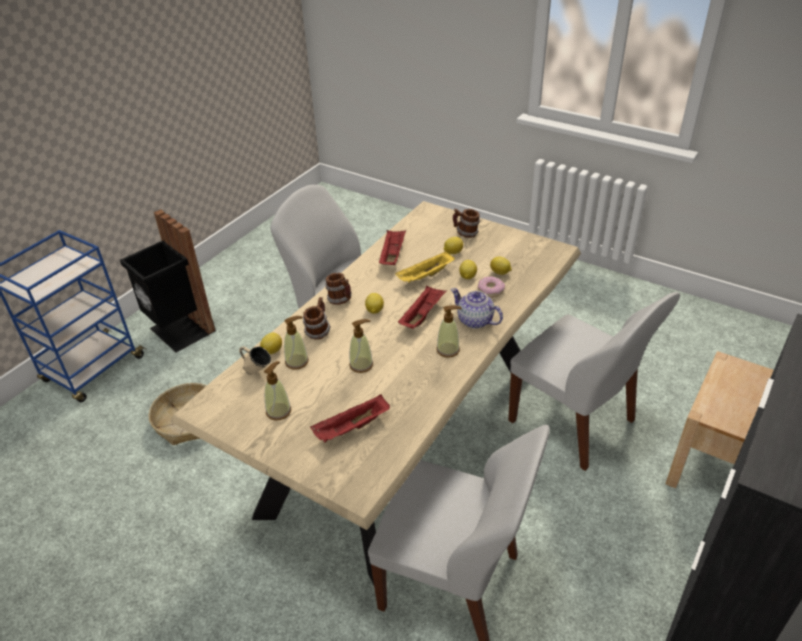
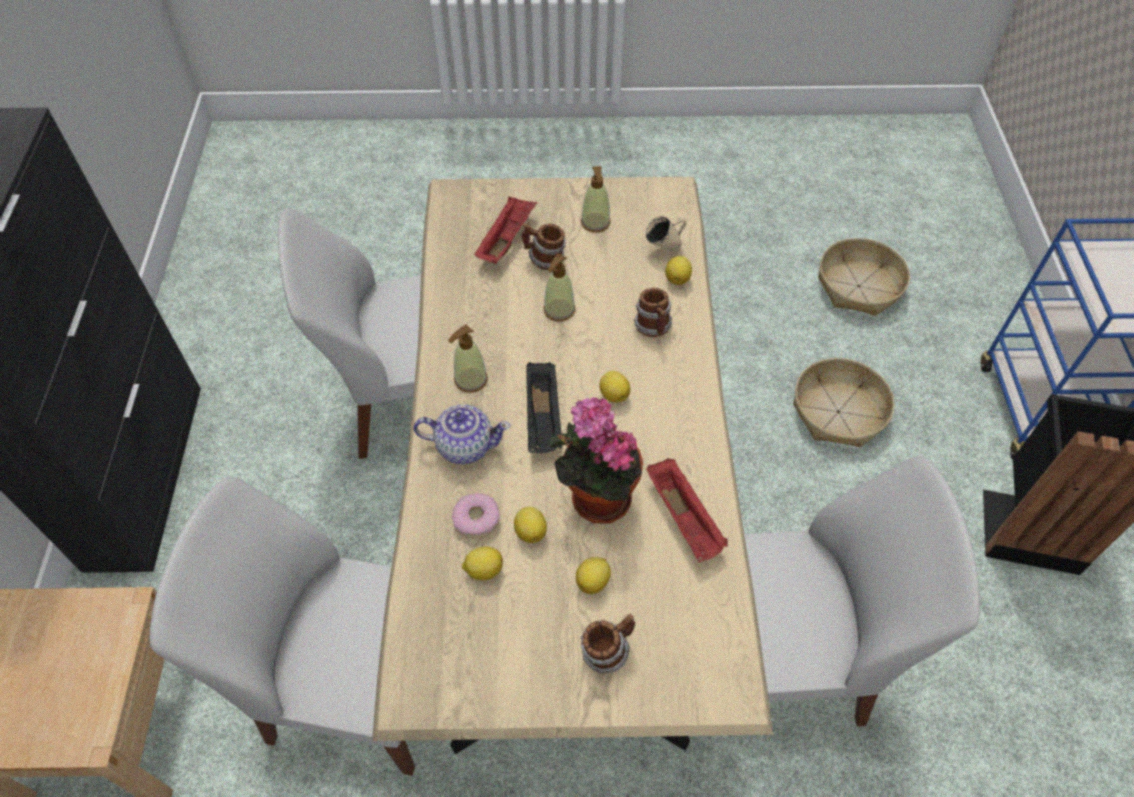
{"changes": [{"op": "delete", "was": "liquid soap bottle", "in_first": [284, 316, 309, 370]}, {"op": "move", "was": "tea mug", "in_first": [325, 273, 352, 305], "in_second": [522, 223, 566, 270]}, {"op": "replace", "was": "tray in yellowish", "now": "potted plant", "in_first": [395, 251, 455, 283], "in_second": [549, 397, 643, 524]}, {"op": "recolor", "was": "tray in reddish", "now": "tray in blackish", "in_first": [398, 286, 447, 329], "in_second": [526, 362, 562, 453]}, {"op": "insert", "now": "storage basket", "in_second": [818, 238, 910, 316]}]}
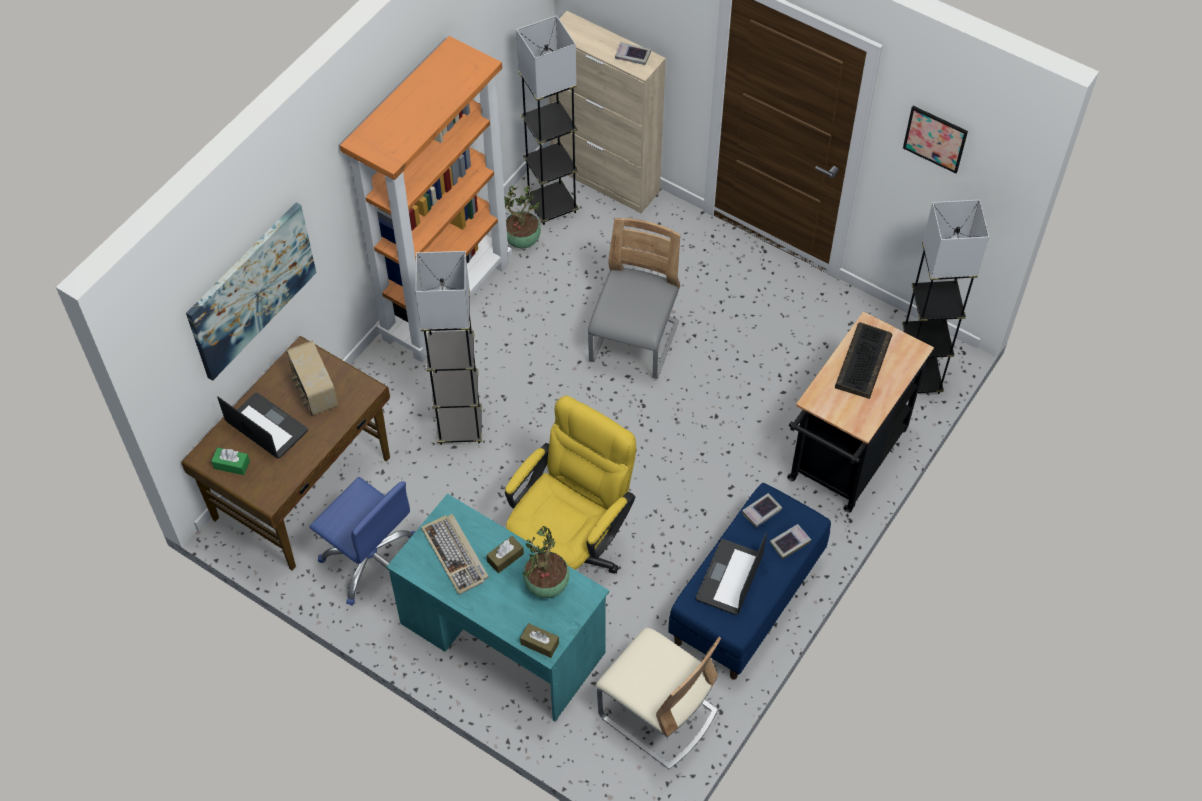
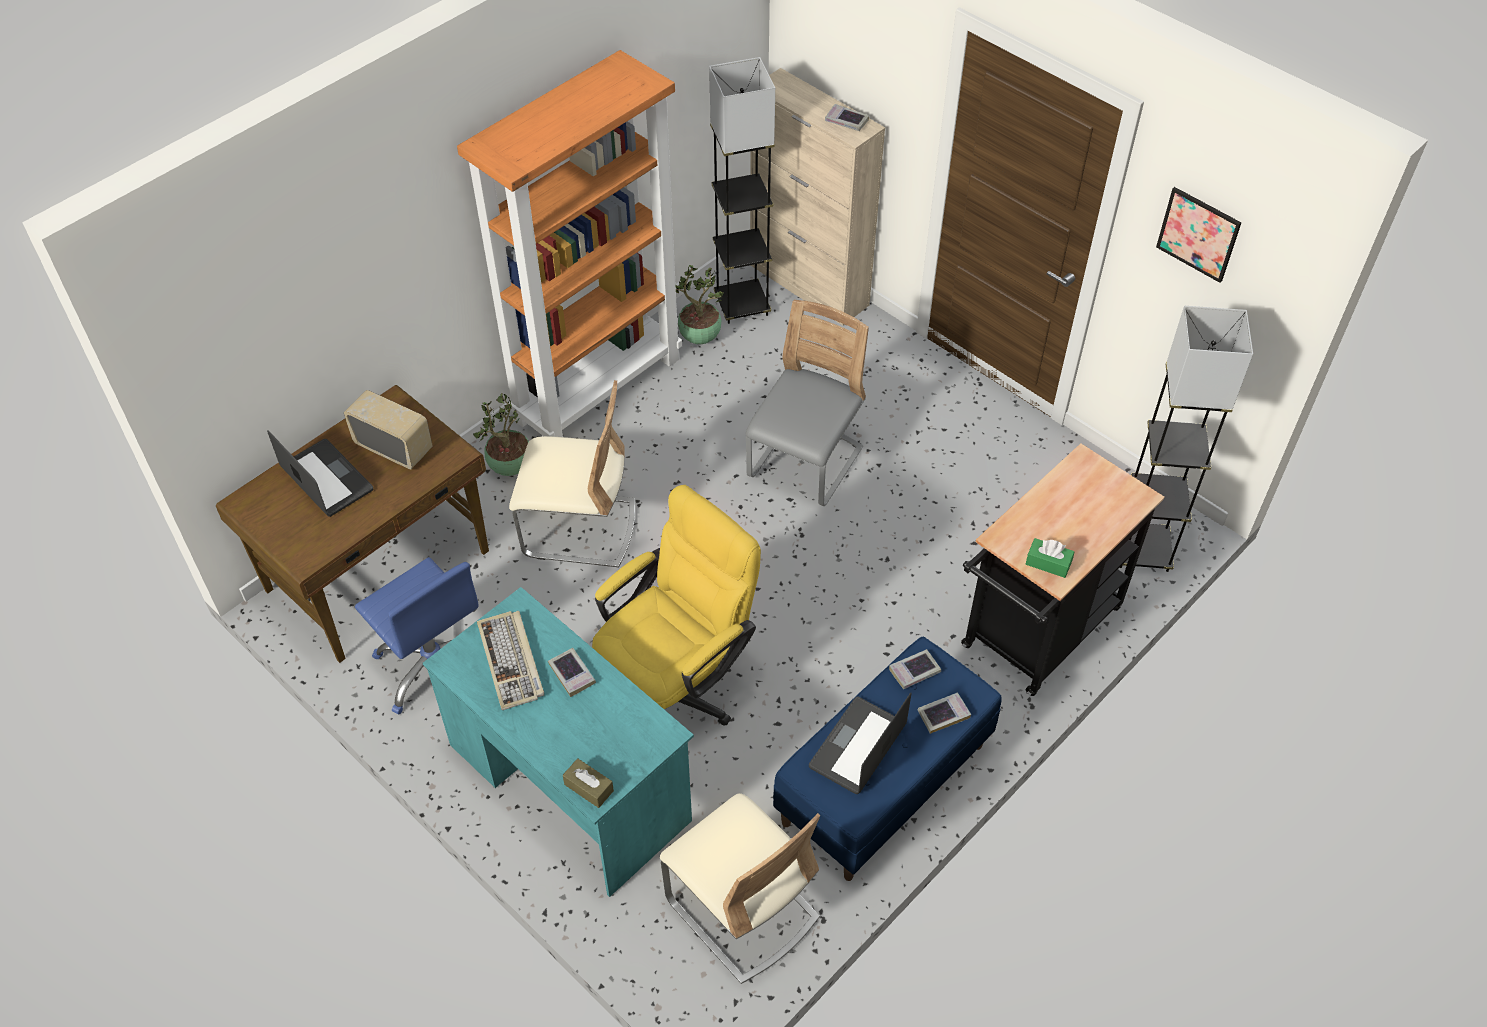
{"changes": [{"op": "delete", "was": "wall picture", "in_first": [186, 202, 316, 381]}, {"op": "move", "was": "box of tissues in greenish", "in_first": [211, 447, 250, 475], "in_second": [1026, 538, 1074, 578]}, {"op": "rotate", "was": "radio set", "in_first": [286, 340, 338, 416], "in_second": [344, 390, 433, 469], "clockwise": 135}, {"op": "replace", "was": "standing lamp in grey", "now": "plain chair in sand-coloured", "in_first": [415, 251, 482, 445], "in_second": [509, 380, 635, 567]}, {"op": "replace", "was": "box of tissues in brown-coloured", "now": "book", "in_first": [487, 536, 524, 573], "in_second": [548, 648, 596, 697]}, {"op": "move", "was": "potted plant", "in_first": [523, 526, 569, 598], "in_second": [473, 393, 529, 476]}, {"op": "delete", "was": "PC keyboard", "in_first": [835, 322, 892, 399]}]}
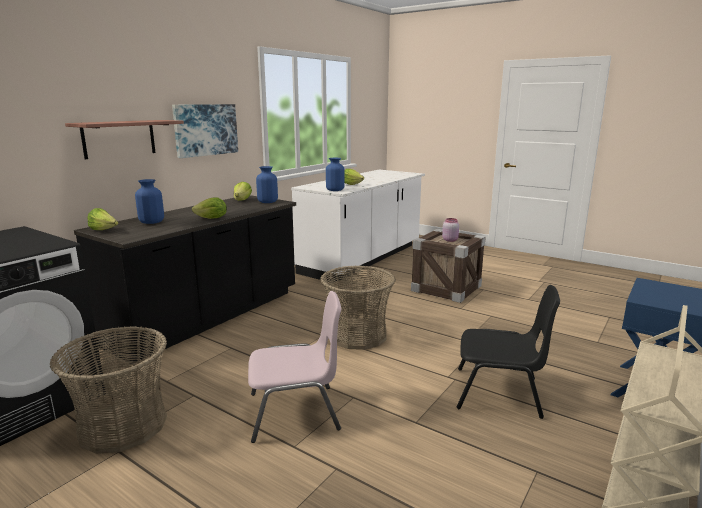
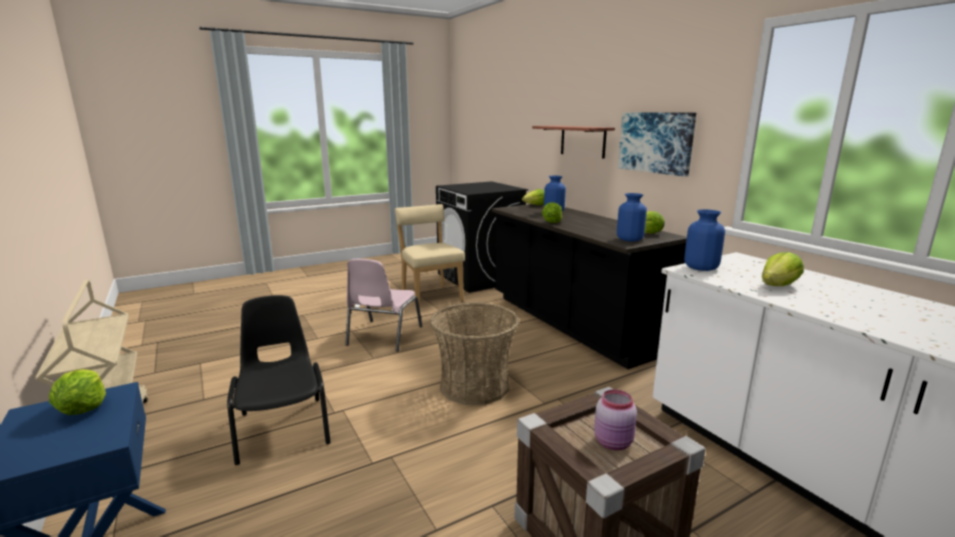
{"changes": [{"op": "replace", "was": "storage basket", "now": "plain chair in sand-coloured", "in_first": [50, 326, 167, 454], "in_second": [395, 204, 465, 308]}, {"op": "rotate", "was": "plain chair in blackish", "in_first": [457, 285, 560, 419], "in_second": [227, 295, 331, 465], "clockwise": 120}, {"op": "insert", "now": "lettuce", "in_second": [49, 369, 106, 415]}]}
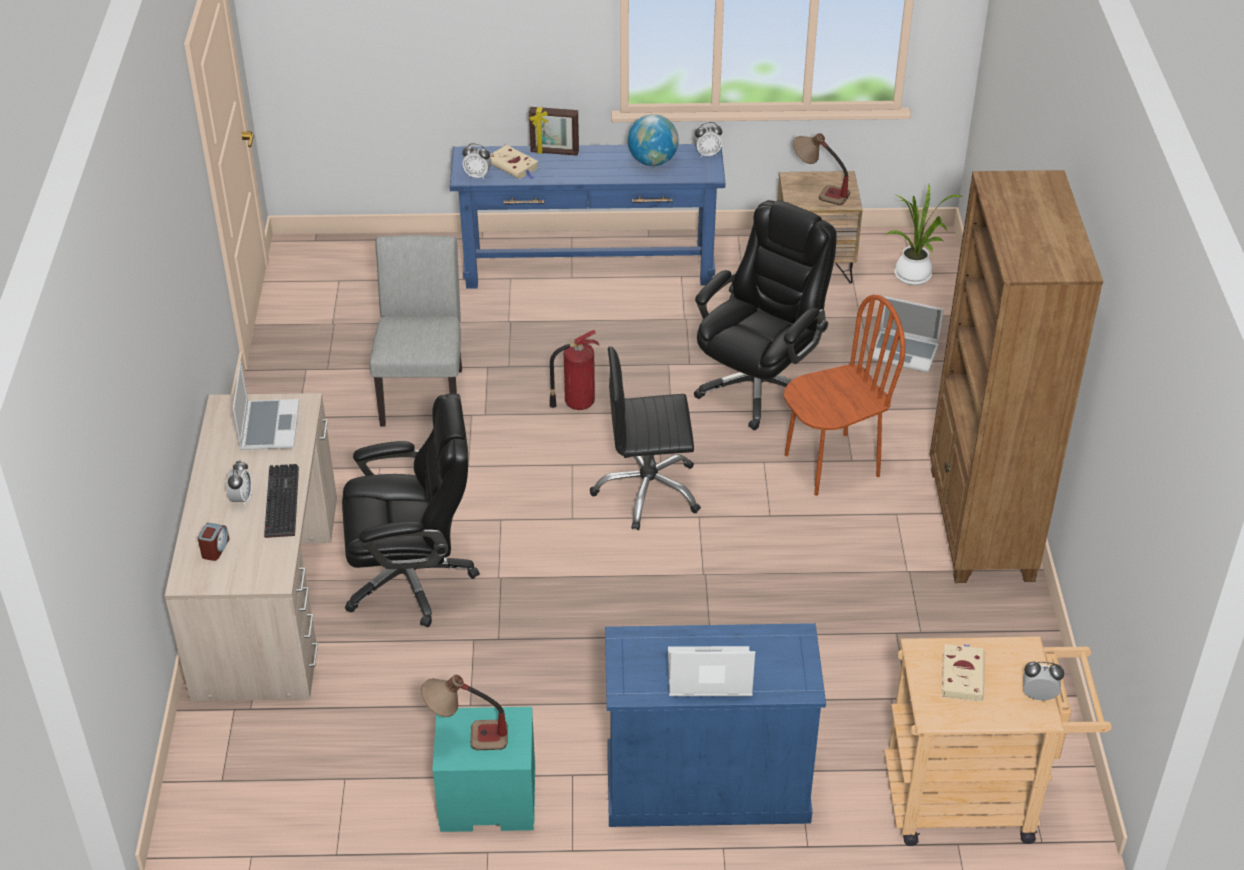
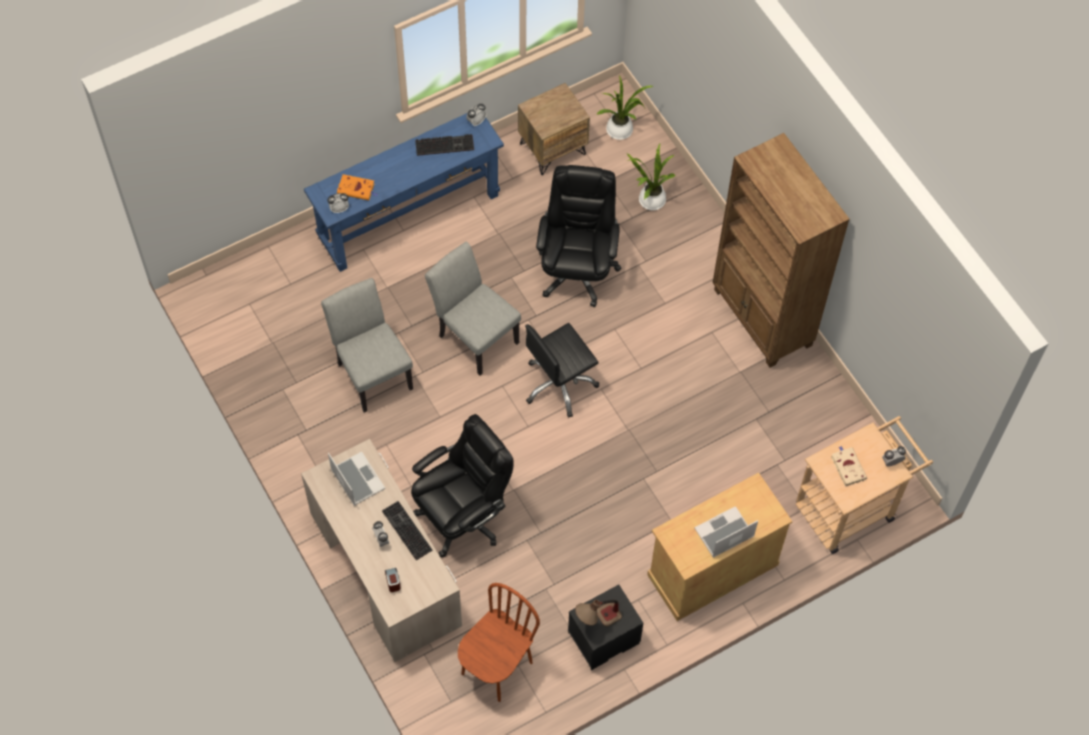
{"changes": [{"op": "recolor", "was": "nightstand in turquoise", "now": "nightstand in blackish", "in_first": [432, 707, 535, 832], "in_second": [568, 584, 643, 670]}, {"op": "recolor", "was": "book in sand-coloured", "now": "book in orangey", "in_first": [490, 145, 539, 179], "in_second": [337, 174, 378, 200]}, {"op": "delete", "was": "standing frame", "in_first": [529, 107, 579, 156]}, {"op": "replace", "was": "fire extinguisher", "now": "plain chair in grey", "in_first": [549, 330, 599, 410], "in_second": [425, 242, 521, 376]}, {"op": "recolor", "was": "cabinet in blue-coloured", "now": "cabinet in sand-coloured", "in_first": [605, 623, 826, 827], "in_second": [647, 473, 793, 621]}, {"op": "replace", "was": "globe", "now": "PC keyboard", "in_first": [628, 114, 679, 166], "in_second": [415, 134, 474, 156]}, {"op": "move", "was": "plain chair in brown-coloured", "in_first": [784, 295, 905, 496], "in_second": [458, 583, 540, 702]}, {"op": "delete", "was": "table lamp", "in_first": [793, 133, 850, 205]}, {"op": "replace", "was": "portable computer", "now": "potted plant", "in_first": [872, 296, 944, 372], "in_second": [627, 143, 676, 210]}]}
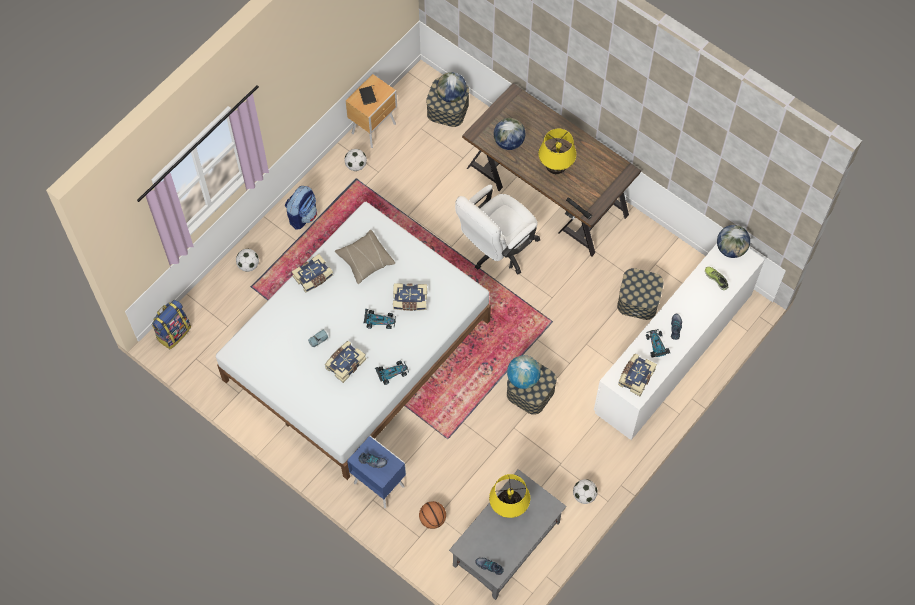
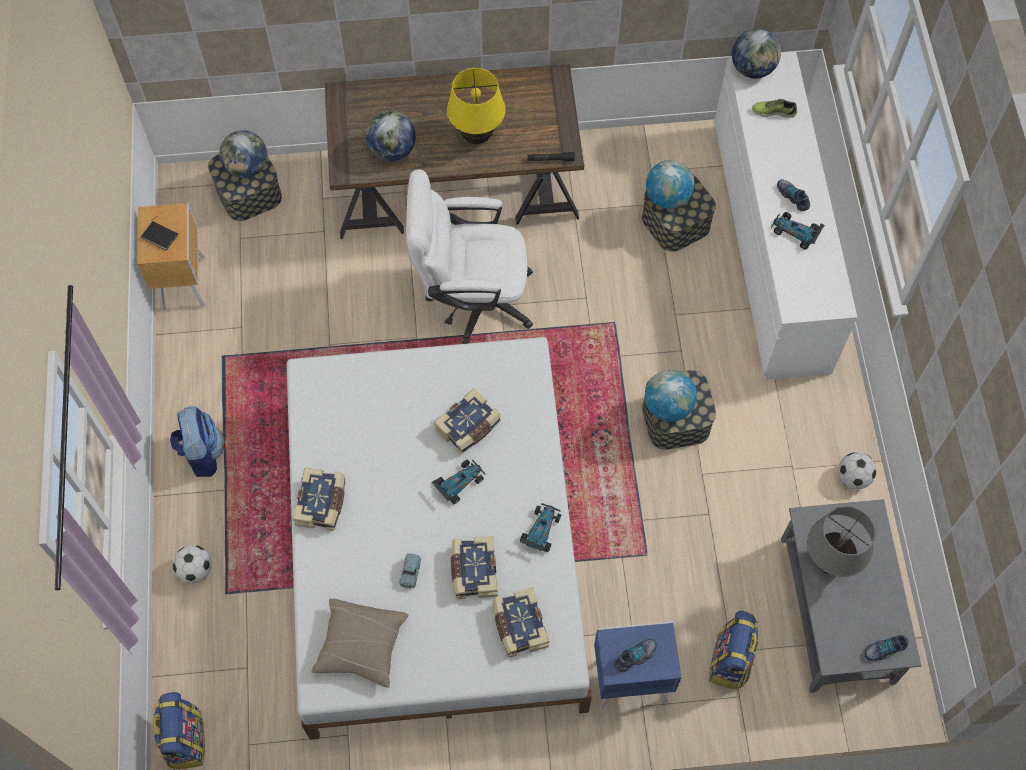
{"changes": [{"op": "move", "was": "cushion in sand-coloured", "in_first": [335, 230, 395, 284], "in_second": [311, 599, 408, 688]}, {"op": "delete", "was": "football ball", "in_first": [344, 149, 367, 171]}, {"op": "replace", "was": "ball for basketball", "now": "rucksack", "in_first": [419, 501, 446, 529], "in_second": [709, 611, 759, 690]}, {"op": "rotate", "was": "office chair in white-coloured", "in_first": [455, 184, 540, 275], "in_second": [406, 169, 533, 344], "clockwise": 90}, {"op": "recolor", "was": "table lamp in yellowish", "now": "table lamp in grey", "in_first": [489, 474, 530, 518], "in_second": [807, 506, 875, 577]}, {"op": "move", "was": "book", "in_first": [618, 354, 657, 396], "in_second": [493, 587, 549, 657]}, {"op": "insert", "now": "globe", "in_second": [646, 160, 694, 209]}]}
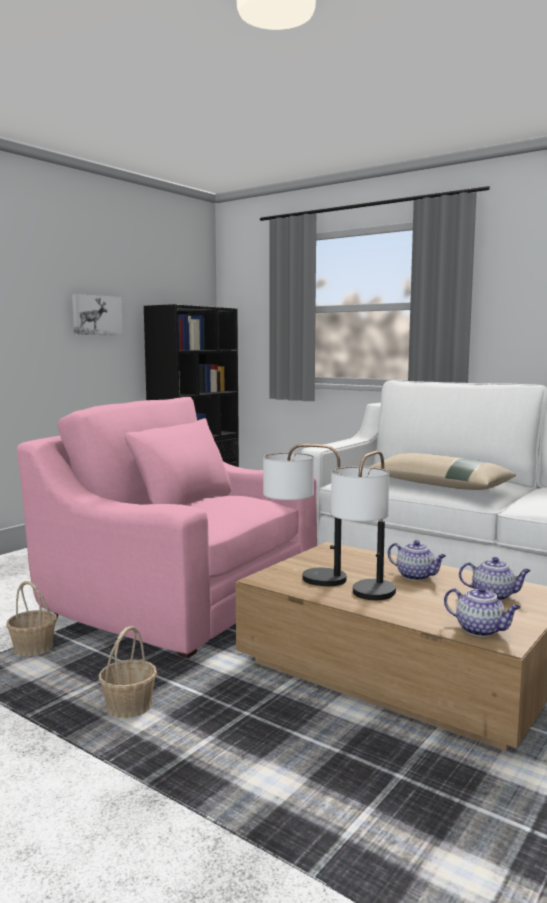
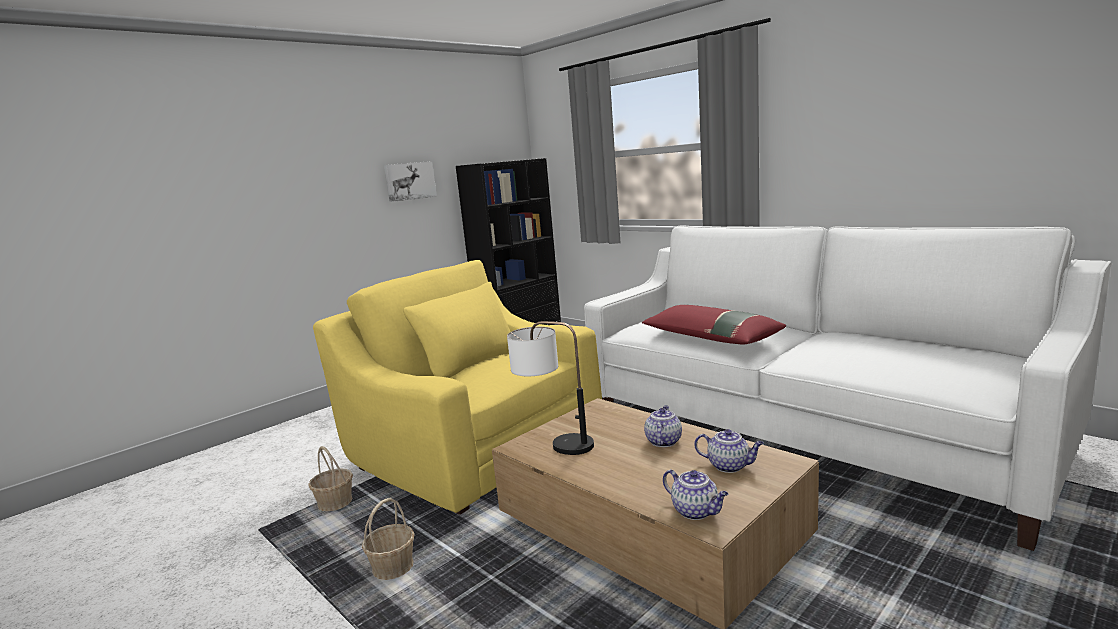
{"changes": [{"op": "recolor", "was": "armchair in pink", "now": "armchair in yellowish", "in_first": [17, 397, 317, 658], "in_second": [313, 260, 602, 515]}, {"op": "delete", "was": "table lamp", "in_first": [331, 451, 396, 600]}, {"op": "recolor", "was": "cushion in sand-coloured", "now": "cushion in reddish", "in_first": [370, 453, 516, 490], "in_second": [642, 305, 786, 344]}, {"op": "rotate", "was": "pot for tea", "in_first": [388, 540, 446, 581], "in_second": [644, 405, 682, 447], "clockwise": -120}]}
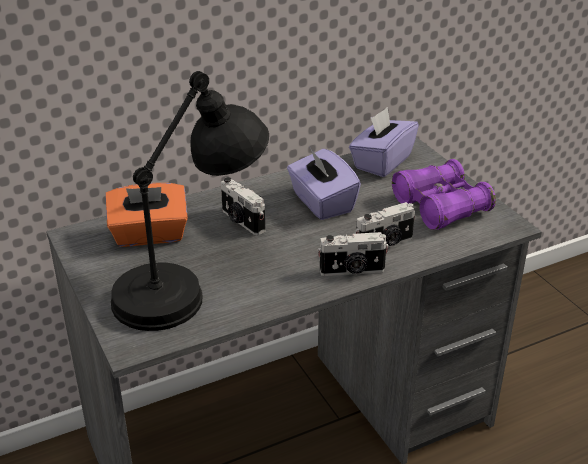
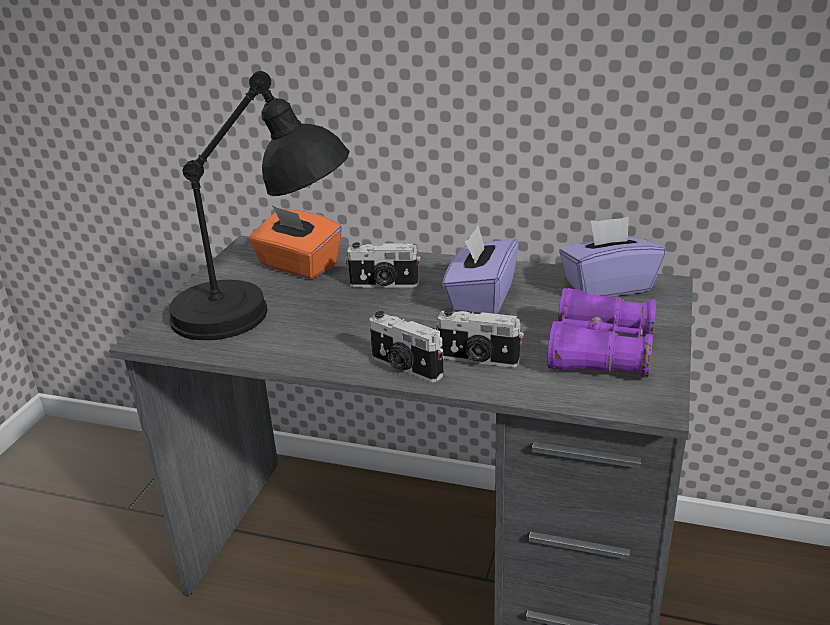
{"changes": [{"op": "rotate", "was": "still camera", "in_first": [221, 177, 265, 235], "in_second": [345, 242, 420, 288], "clockwise": -90}]}
